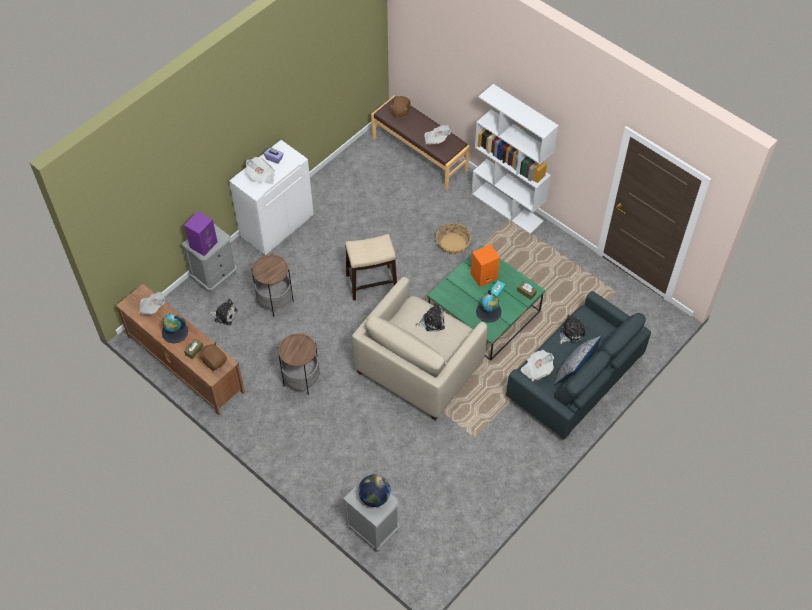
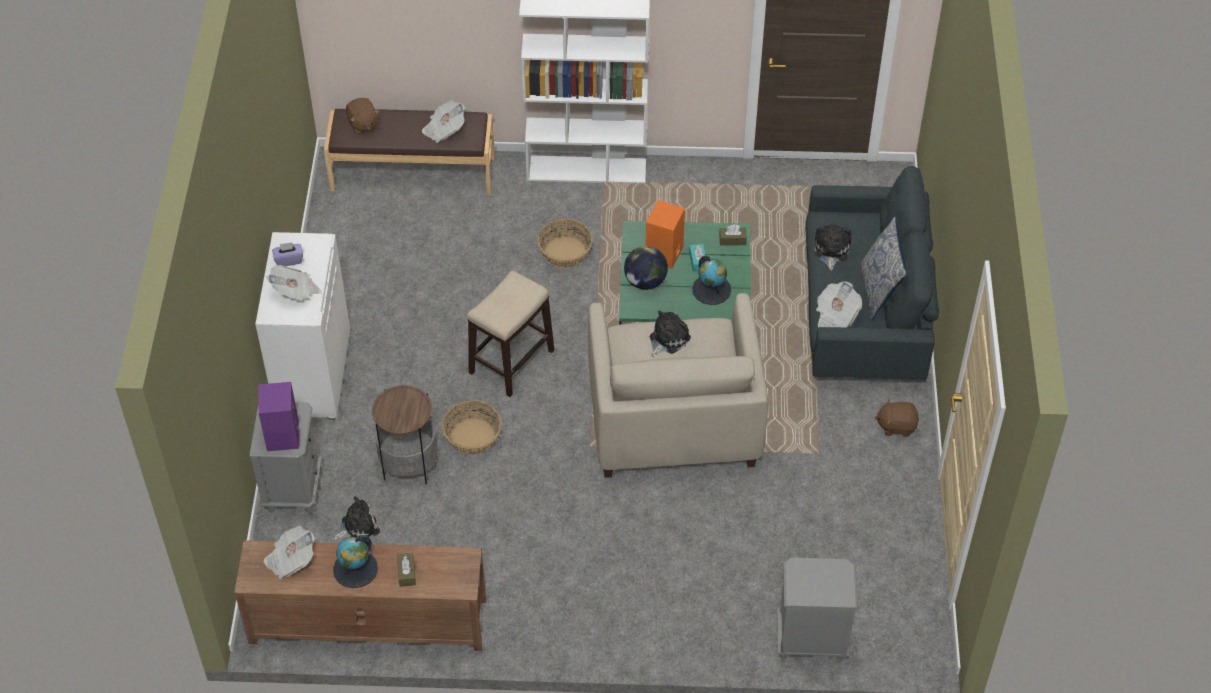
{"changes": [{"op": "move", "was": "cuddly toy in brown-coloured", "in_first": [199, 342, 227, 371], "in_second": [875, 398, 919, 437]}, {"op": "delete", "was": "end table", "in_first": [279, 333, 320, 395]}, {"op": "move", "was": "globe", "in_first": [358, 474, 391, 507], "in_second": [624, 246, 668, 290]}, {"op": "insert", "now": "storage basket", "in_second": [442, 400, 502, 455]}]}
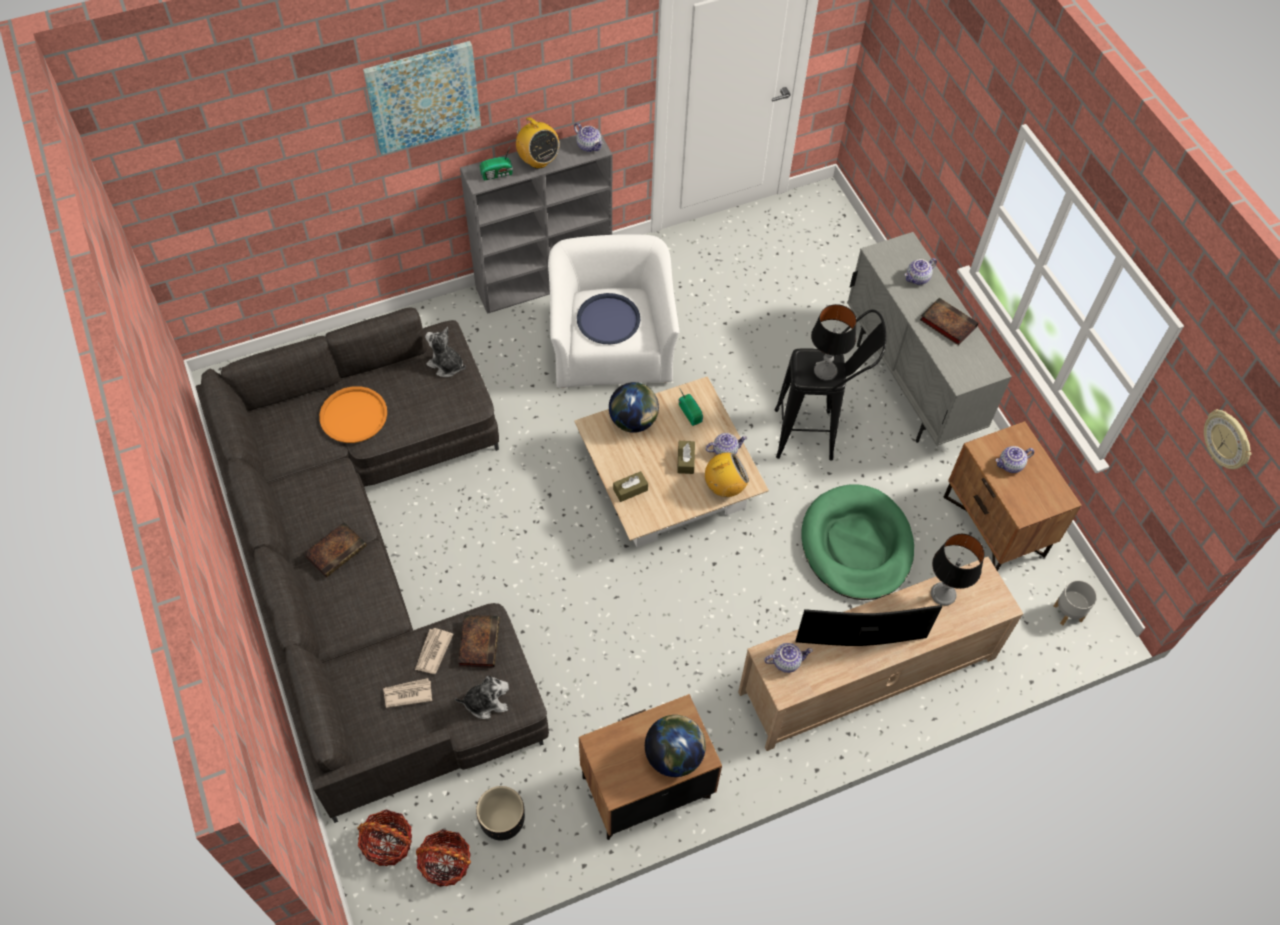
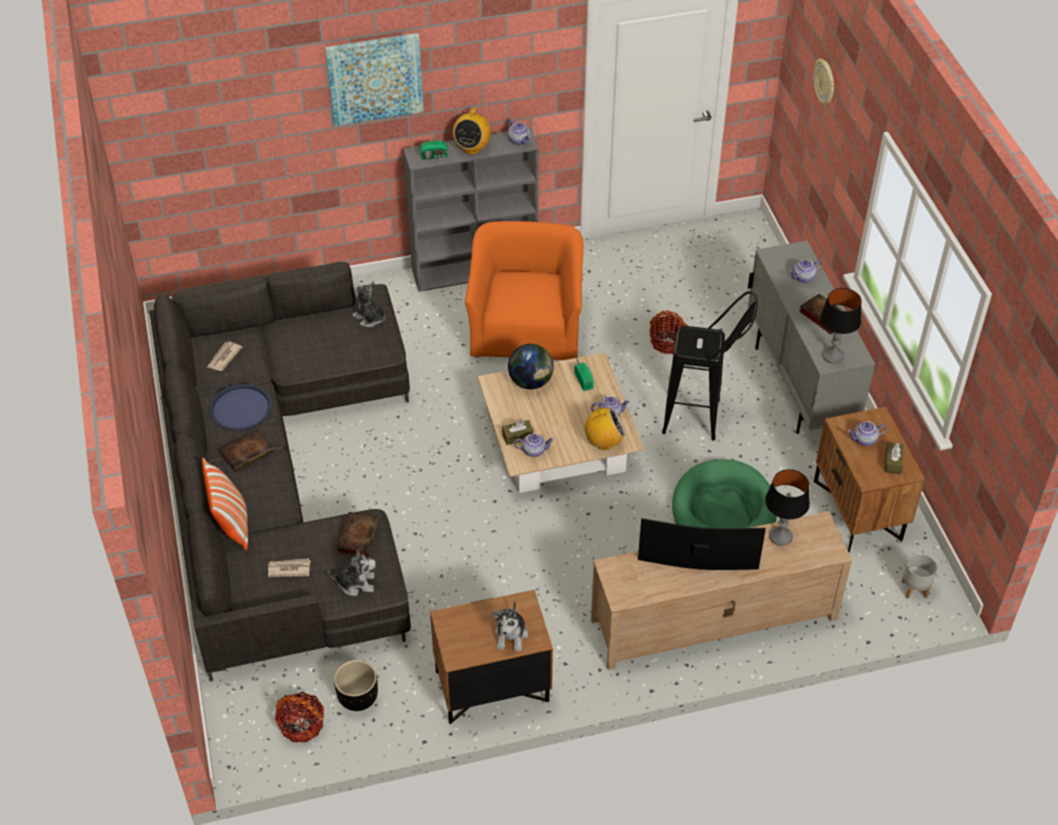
{"changes": [{"op": "delete", "was": "tray in orangey", "in_first": [319, 386, 387, 443]}, {"op": "move", "was": "storage basket", "in_first": [357, 809, 412, 866], "in_second": [649, 310, 688, 354]}, {"op": "move", "was": "newspaper", "in_first": [415, 628, 453, 674], "in_second": [207, 341, 242, 371]}, {"op": "rotate", "was": "radio set", "in_first": [514, 117, 559, 169], "in_second": [453, 108, 491, 155], "clockwise": 45}, {"op": "recolor", "was": "armchair in white-coloured", "now": "armchair in orangey", "in_first": [548, 234, 679, 388], "in_second": [465, 221, 584, 360]}, {"op": "move", "was": "tray in blue-coloured", "in_first": [577, 293, 640, 344], "in_second": [209, 384, 272, 431]}, {"op": "replace", "was": "globe", "now": "cuddly toy", "in_first": [645, 715, 706, 777], "in_second": [493, 601, 528, 652]}, {"op": "move", "was": "box of tissues in brown-coloured", "in_first": [677, 441, 695, 474], "in_second": [885, 442, 904, 475]}, {"op": "move", "was": "pot for tea", "in_first": [764, 643, 813, 673], "in_second": [514, 433, 554, 457]}, {"op": "move", "was": "table lamp", "in_first": [811, 304, 856, 381], "in_second": [820, 288, 861, 364]}, {"op": "move", "was": "clock on the wall", "in_first": [1204, 409, 1252, 469], "in_second": [814, 59, 834, 104]}, {"op": "insert", "now": "cushion", "in_second": [202, 458, 248, 550]}]}
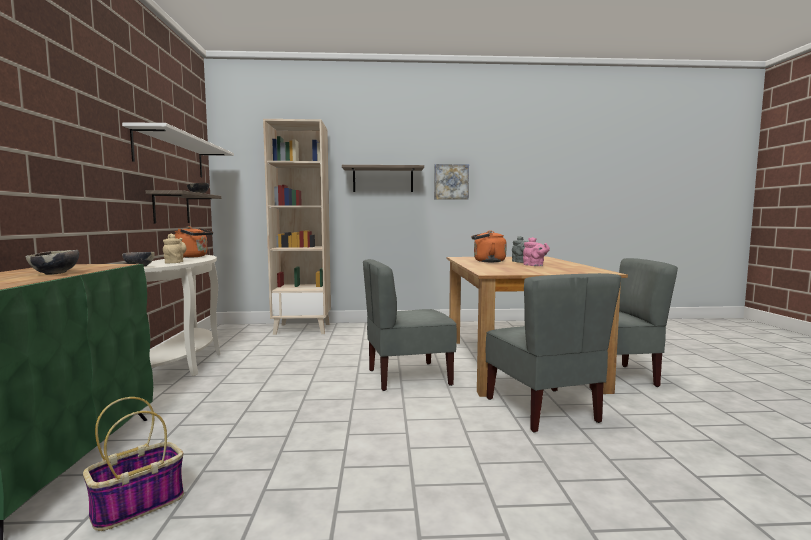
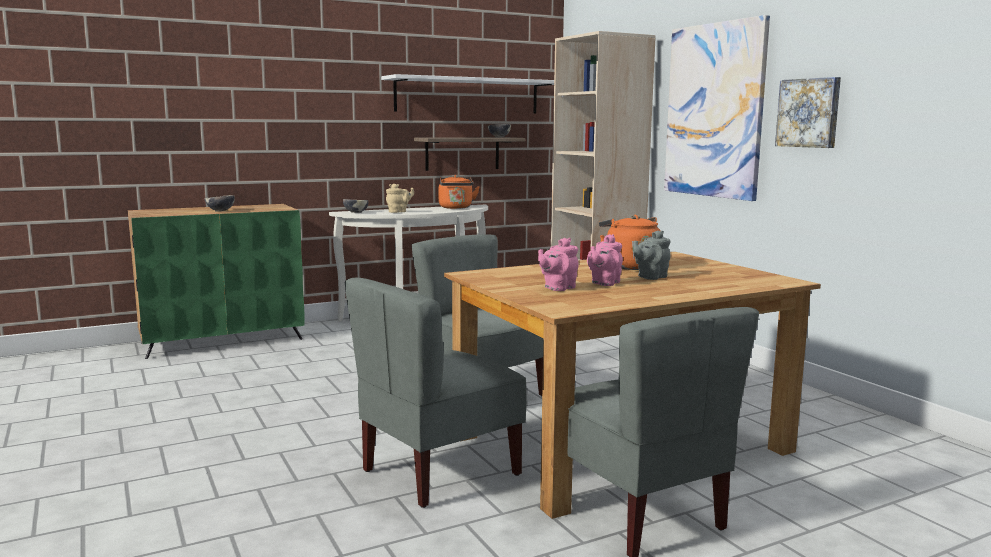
{"changes": [{"op": "delete", "was": "storage basket", "in_first": [83, 397, 184, 531]}, {"op": "replace", "was": "wall shelf", "now": "wall picture", "in_first": [342, 165, 424, 192], "in_second": [664, 15, 770, 201]}, {"op": "insert", "now": "pot for tea in pink", "in_second": [538, 238, 579, 291]}]}
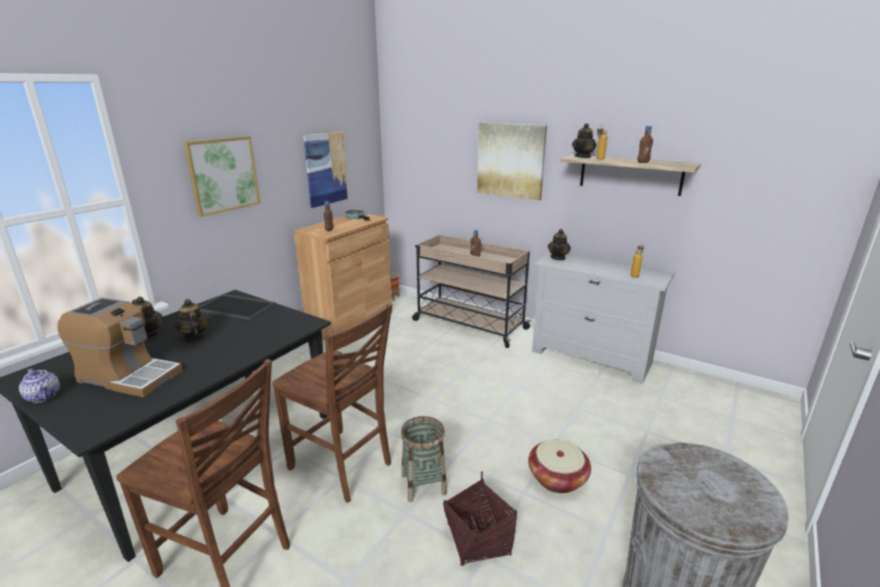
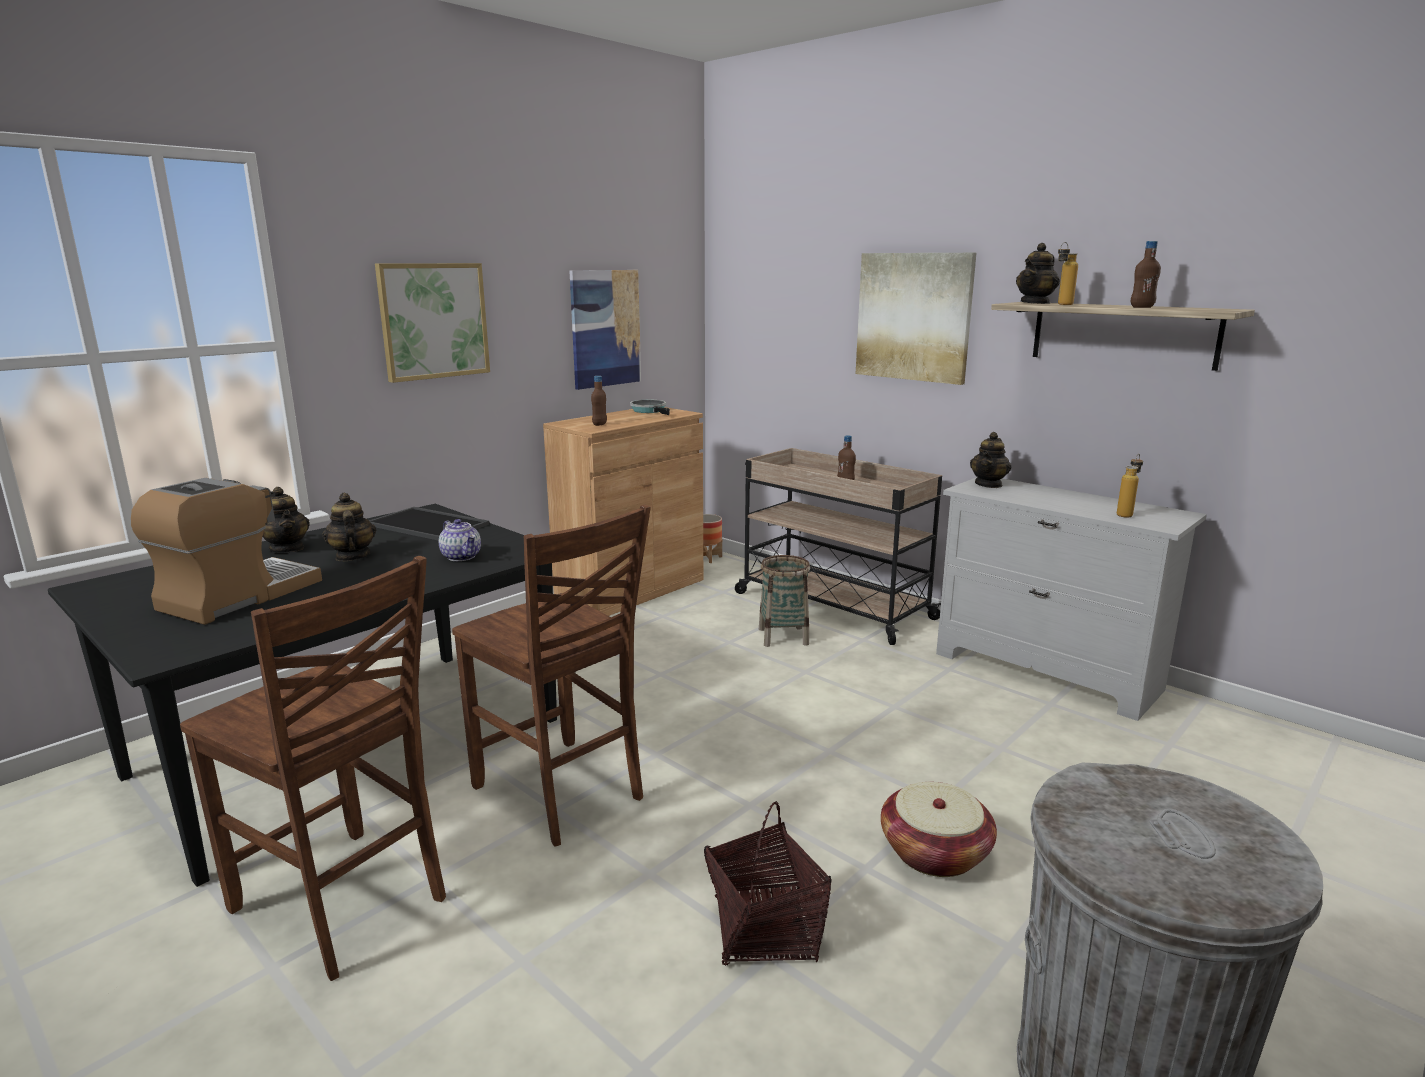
{"changes": [{"op": "move", "was": "pot for tea", "in_first": [19, 368, 60, 403], "in_second": [439, 519, 481, 561]}, {"op": "rotate", "was": "coffee maker", "in_first": [58, 298, 183, 397], "in_second": [131, 478, 322, 625], "clockwise": -90}, {"op": "move", "was": "storage basket", "in_first": [401, 416, 447, 502], "in_second": [759, 555, 810, 647]}]}
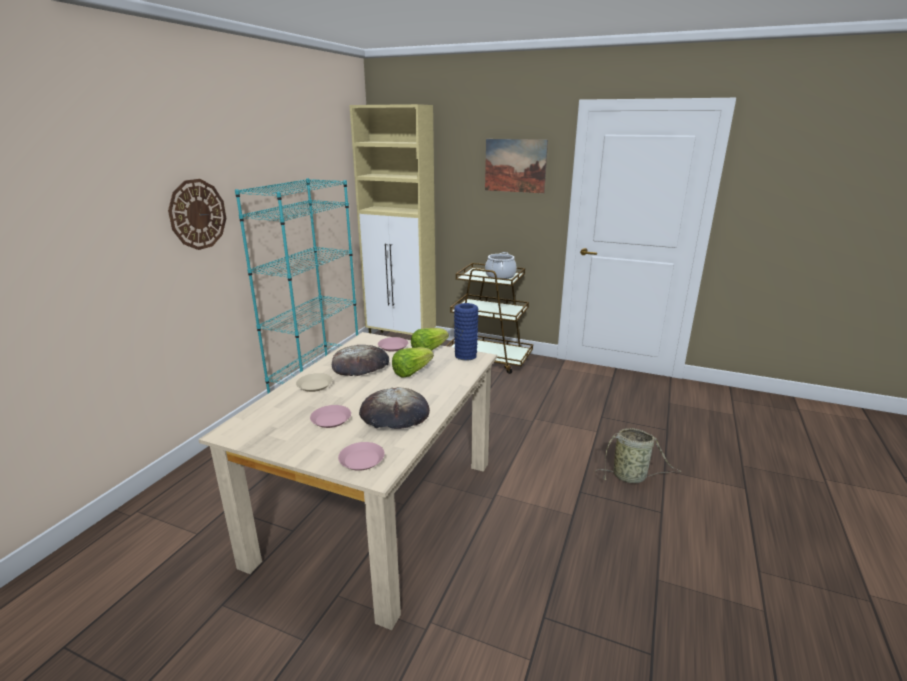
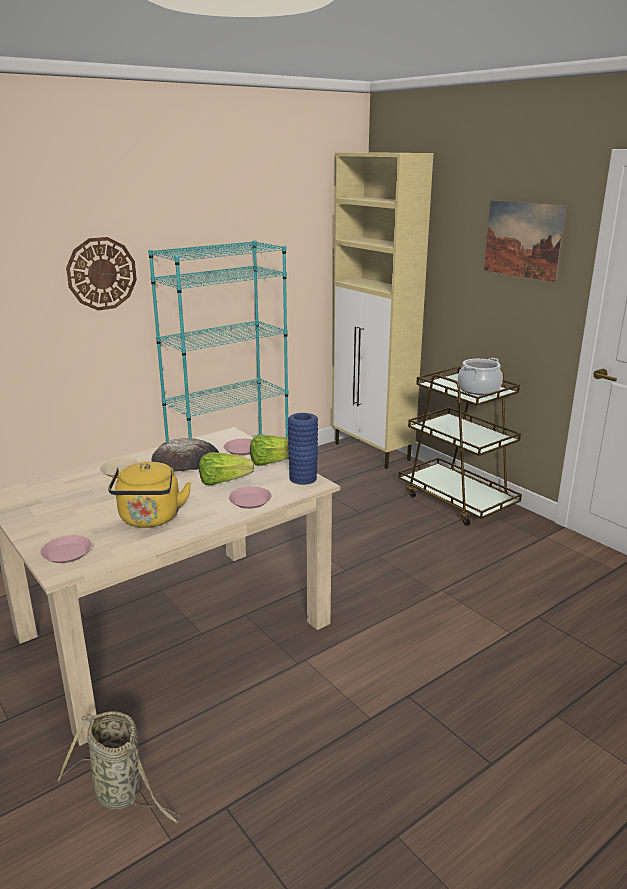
{"changes": [{"op": "move", "was": "plate in pink", "in_first": [310, 405, 351, 428], "in_second": [229, 487, 272, 509]}, {"op": "replace", "was": "bread", "now": "kettle in yellowish", "in_first": [359, 387, 430, 429], "in_second": [108, 462, 191, 528]}, {"op": "move", "was": "storage basket", "in_first": [595, 428, 681, 483], "in_second": [57, 711, 181, 823]}]}
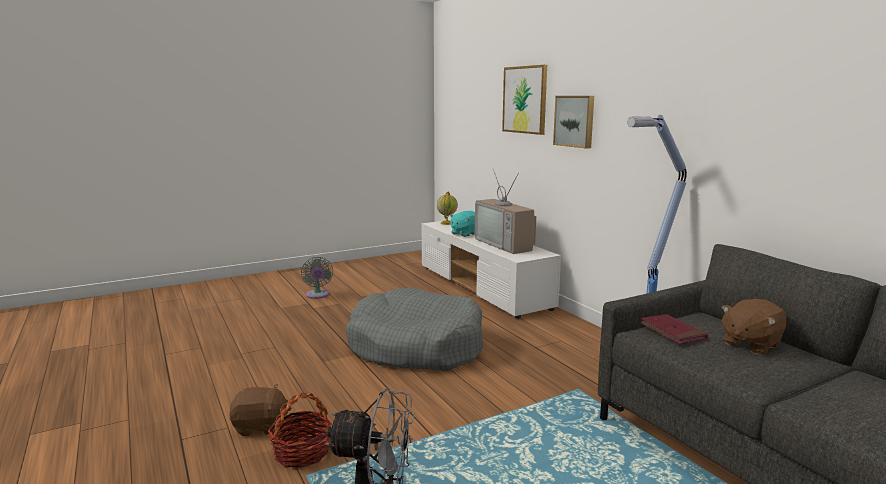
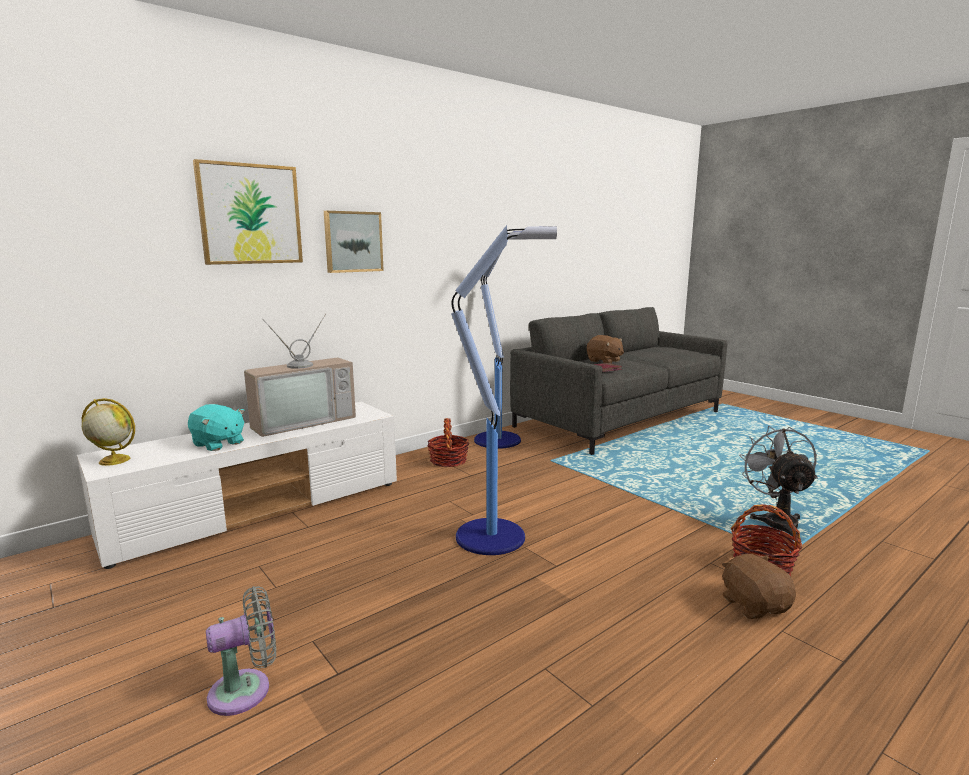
{"changes": [{"op": "replace", "was": "pet bed in grey", "now": "standing lamp", "in_first": [346, 288, 483, 371], "in_second": [451, 225, 557, 555]}, {"op": "insert", "now": "storage basket", "in_second": [427, 418, 469, 467]}]}
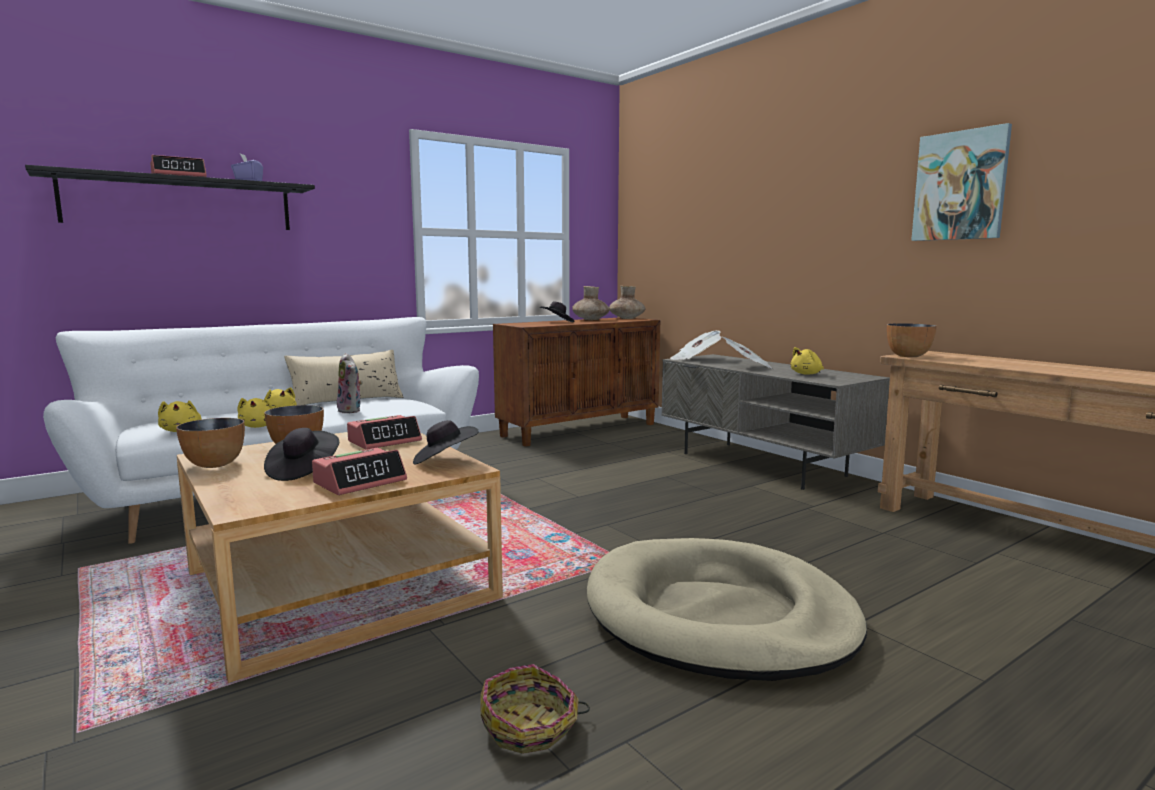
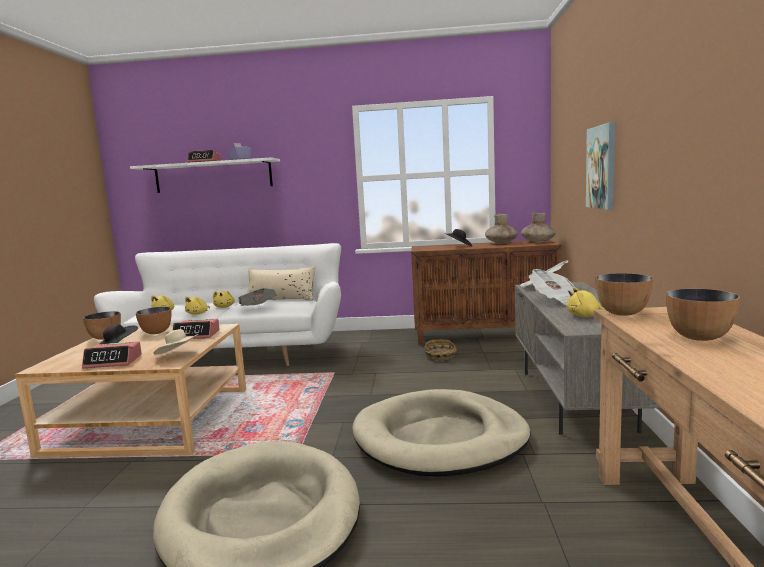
{"changes": [{"op": "recolor", "was": "wall shelf in blackish", "now": "wall shelf in white-coloured", "in_first": [25, 165, 315, 230], "in_second": [130, 157, 280, 193]}, {"op": "replace", "was": "cuddly toy", "now": "newspaper", "in_first": [337, 353, 363, 413], "in_second": [238, 288, 277, 306]}, {"op": "recolor", "was": "hat in blackish", "now": "hat in sand-coloured", "in_first": [413, 420, 479, 465], "in_second": [153, 329, 198, 355]}, {"op": "move", "was": "storage basket", "in_first": [480, 664, 590, 754], "in_second": [425, 339, 460, 360]}, {"op": "move", "was": "wall picture", "in_first": [911, 123, 1012, 241], "in_second": [586, 122, 615, 210]}, {"op": "insert", "now": "pet bed in sand-coloured", "in_second": [352, 389, 531, 477]}, {"op": "insert", "now": "bowl", "in_second": [666, 289, 740, 341]}]}
